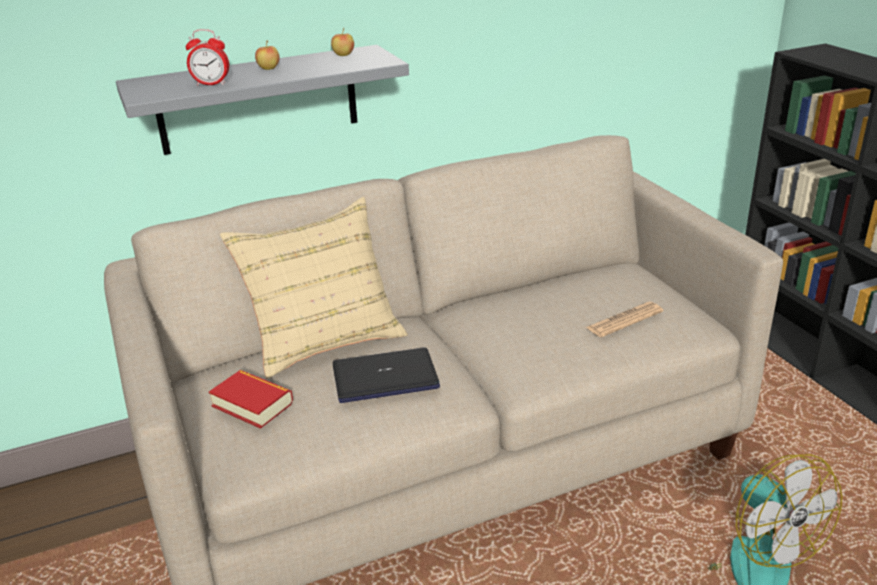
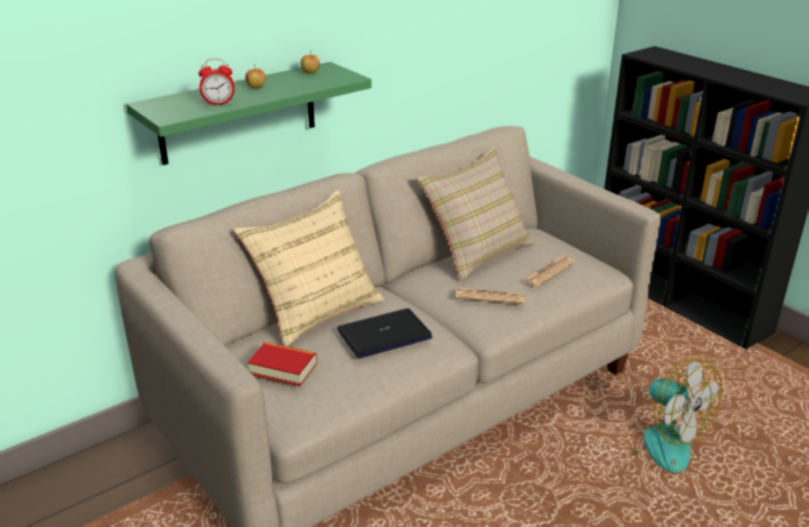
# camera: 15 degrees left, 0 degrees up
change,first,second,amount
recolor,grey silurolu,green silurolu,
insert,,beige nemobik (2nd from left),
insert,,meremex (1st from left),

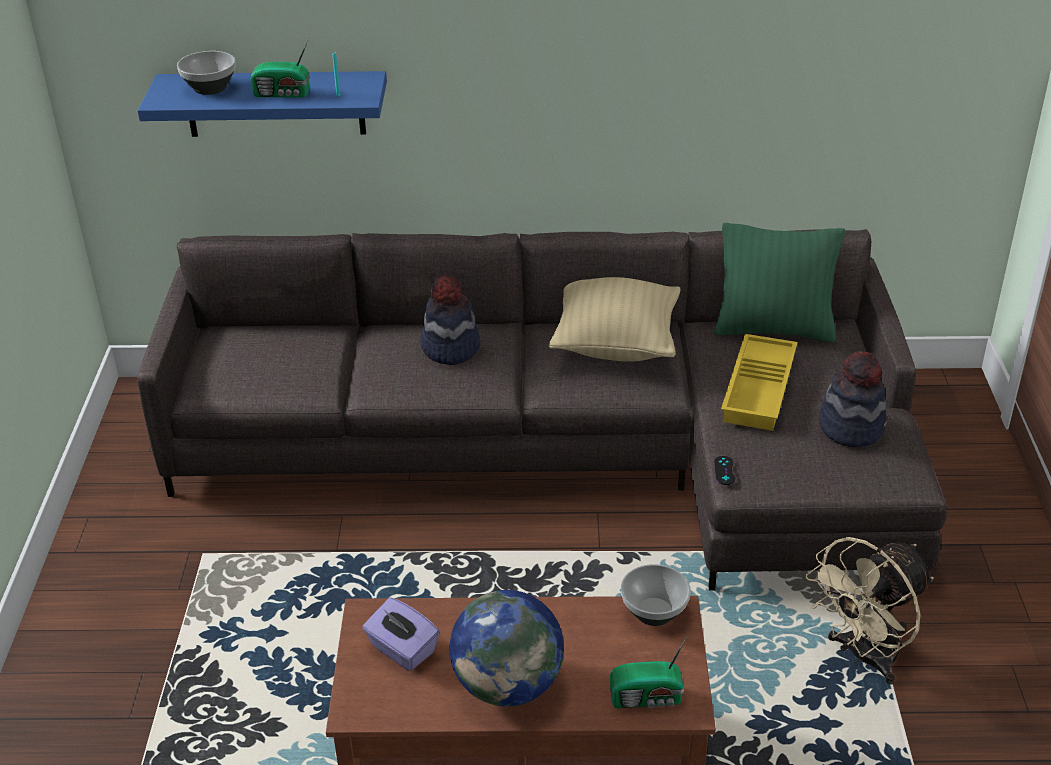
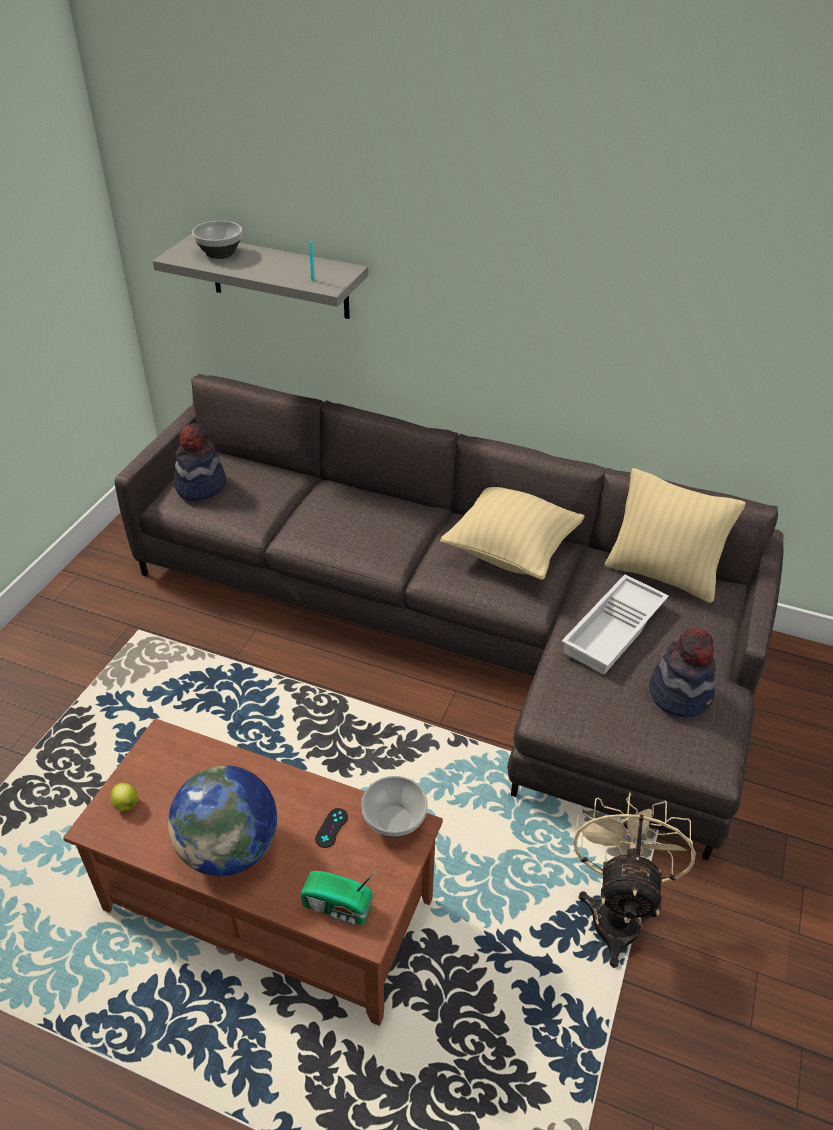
# camera: 20 degrees right, 5 degrees up
change,first,second,amount
insert,,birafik,
recolor,blue silurolu,grey silurolu,
move,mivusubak (1st from left),,
move,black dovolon,,
recolor,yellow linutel,white linutel,
rotate,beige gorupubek,,120 degrees clockwise
recolor,green nemobik,beige nemobik (2nd from left),
delete,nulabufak (1st from left),,
delete,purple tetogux,,

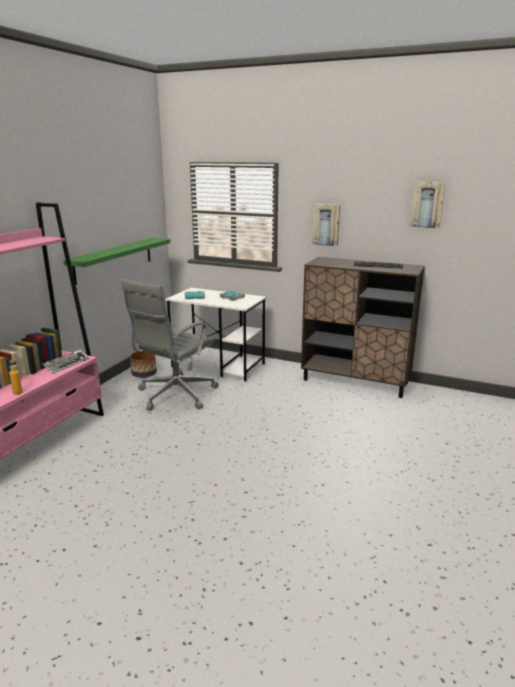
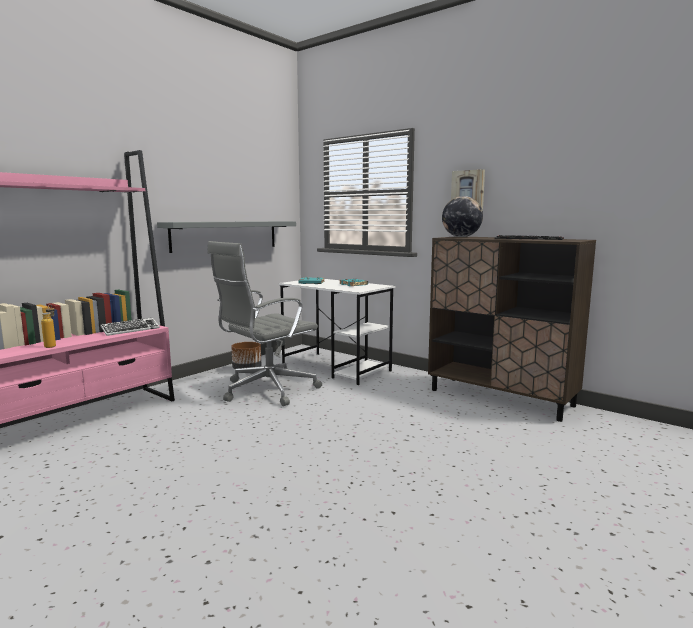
# camera: 15 degrees right, 10 degrees down
change,first,second,amount
recolor,green silurolu,grey silurolu,
insert,,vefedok,
delete,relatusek (2nd from left),,

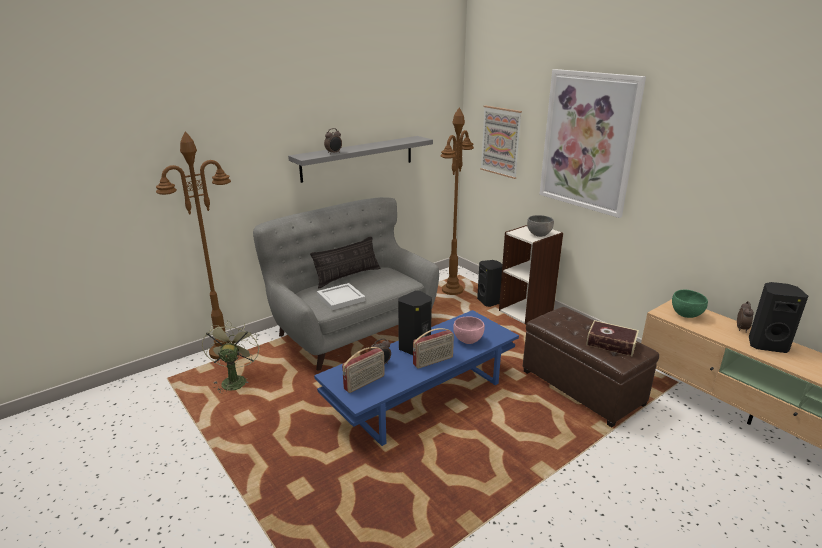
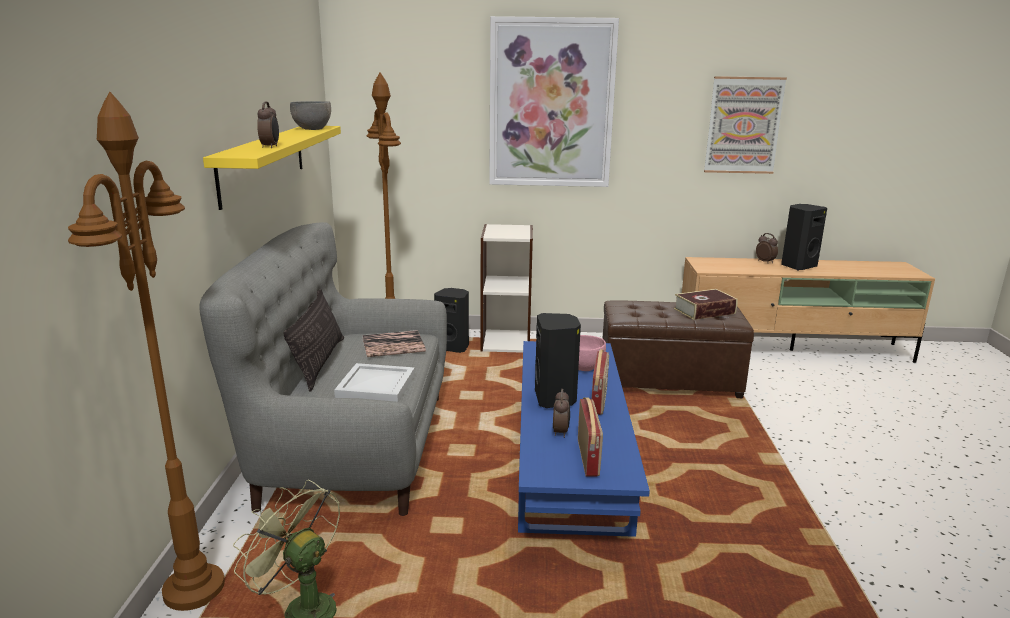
# camera: 50 degrees left, 5 degrees down
change,first,second,amount
recolor,grey silurolu,yellow silurolu,
move,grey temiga,,
insert,,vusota (1st from left),
move,relatusek (1st from left in the first image),relatusek (2nd from left),
delete,green temiga,,

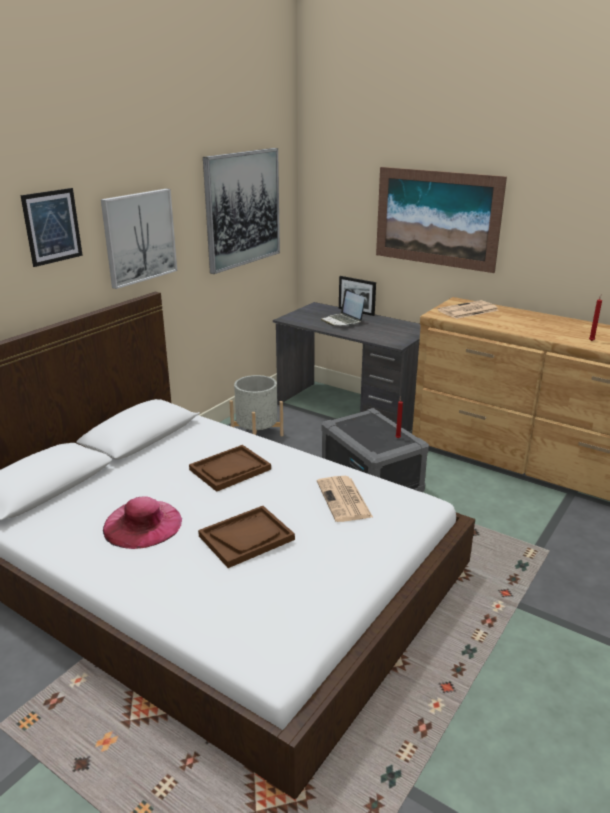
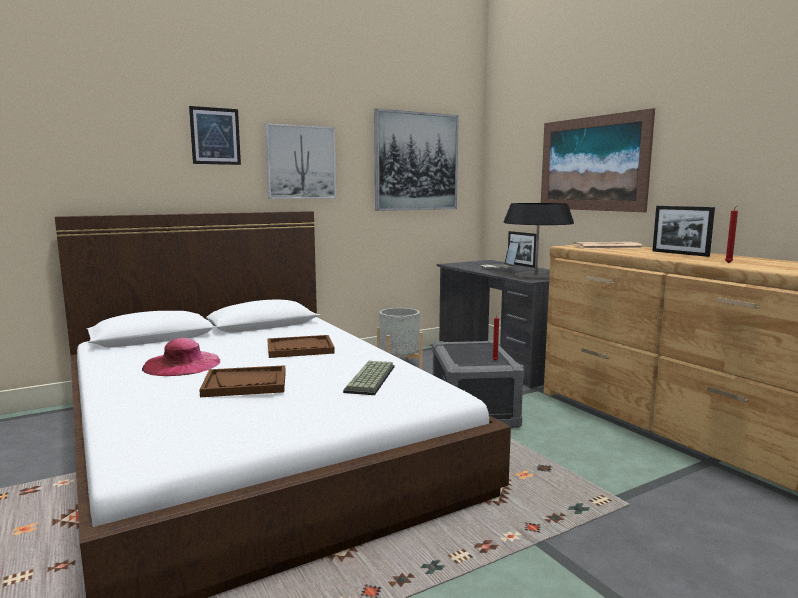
# camera: 25 degrees right, 15 degrees down
change,first,second,amount
replace,meremex (1st from left),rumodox,
insert,,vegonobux,
insert,,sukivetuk (2nd from left),

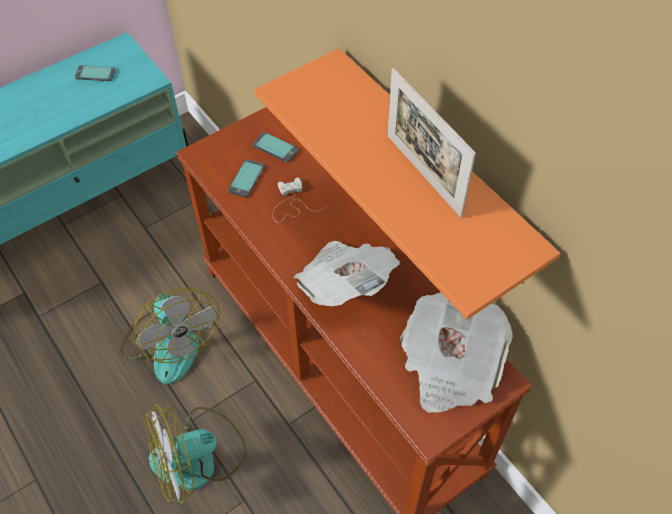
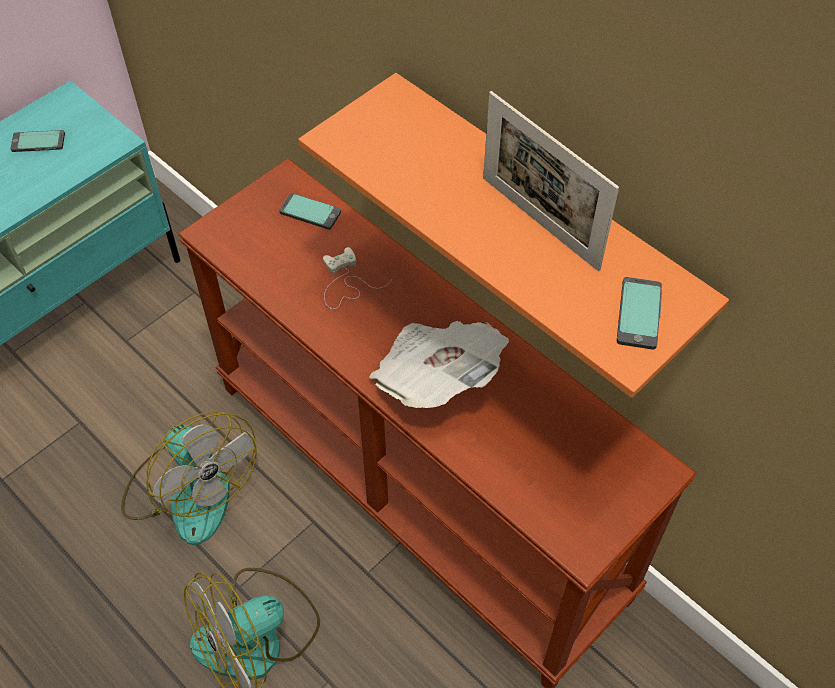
# camera: 10 degrees left, 0 degrees up
change,first,second,amount
move,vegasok (2nd from left in the first image),vegasok (3rd from left),
delete,meremex (2nd from left),,

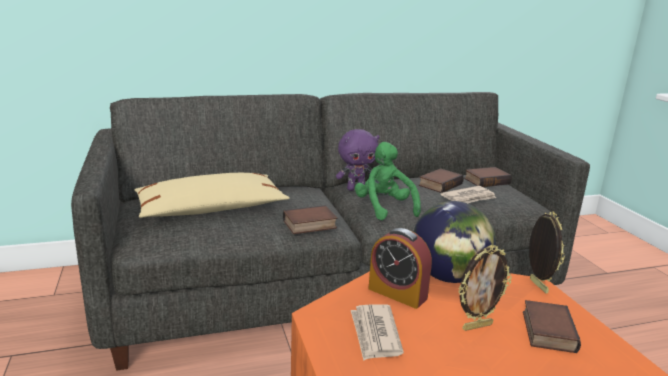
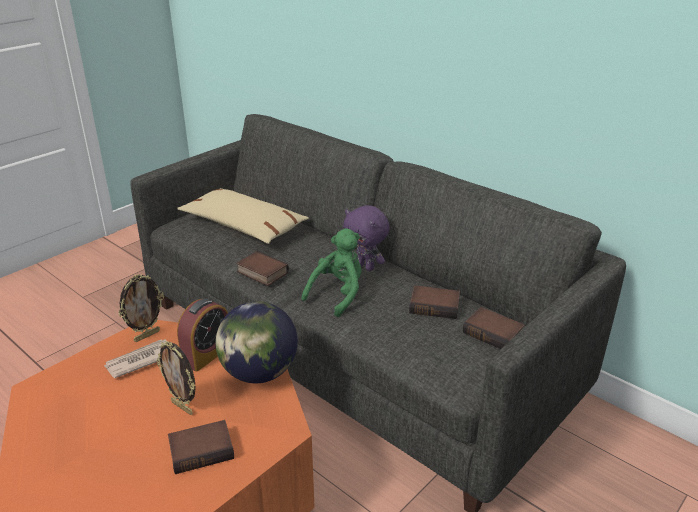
# camera: 60 degrees right, 10 degrees up
change,first,second,amount
move,sukivetuk (2nd from left in the first image),sukivetuk (1st from left),
rotate,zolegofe,,150 degrees counterclockwise
delete,meremex (2nd from left),,

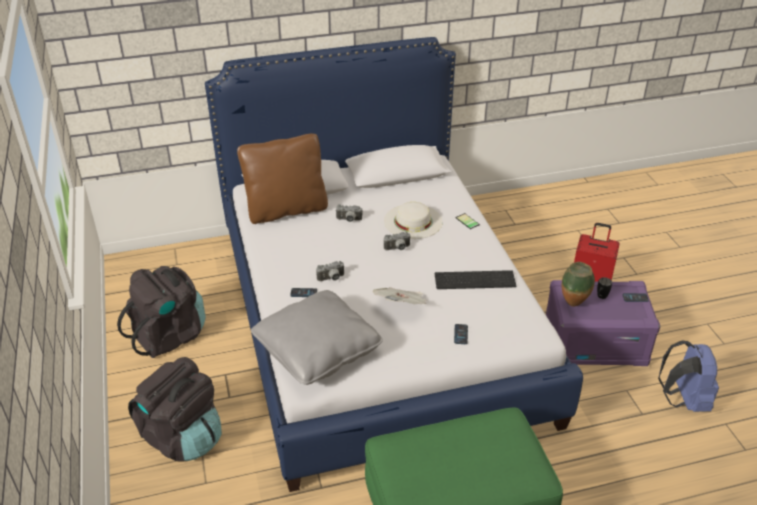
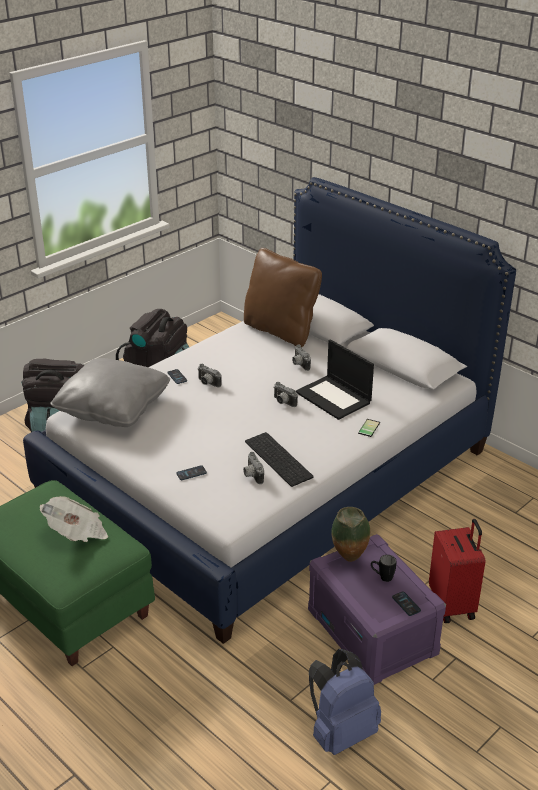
# camera: 60 degrees right, 5 degrees down
change,first,second,amount
move,meremex,,
insert,,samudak (2nd from left),
replace,white mivusubak,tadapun,

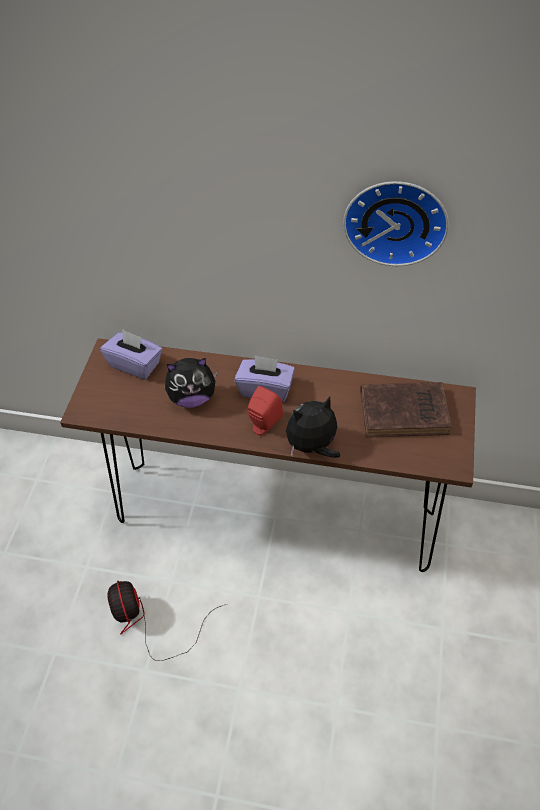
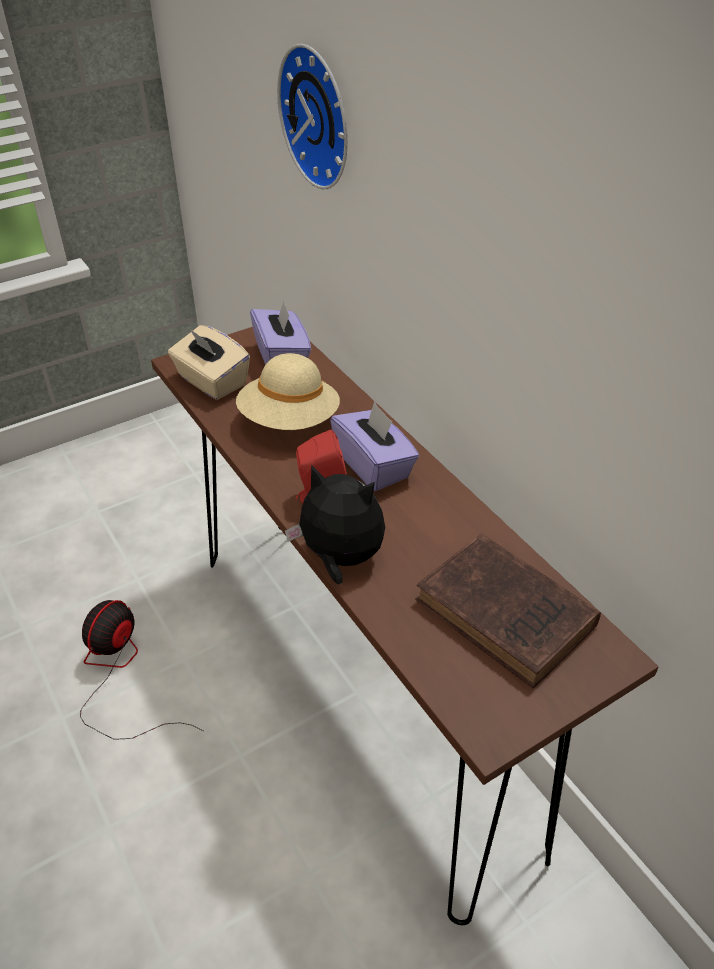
# camera: 45 degrees right, 10 degrees down
change,first,second,amount
insert,,beige tetogux,
replace,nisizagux (1st from left),beige mivusubak,
move,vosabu,,

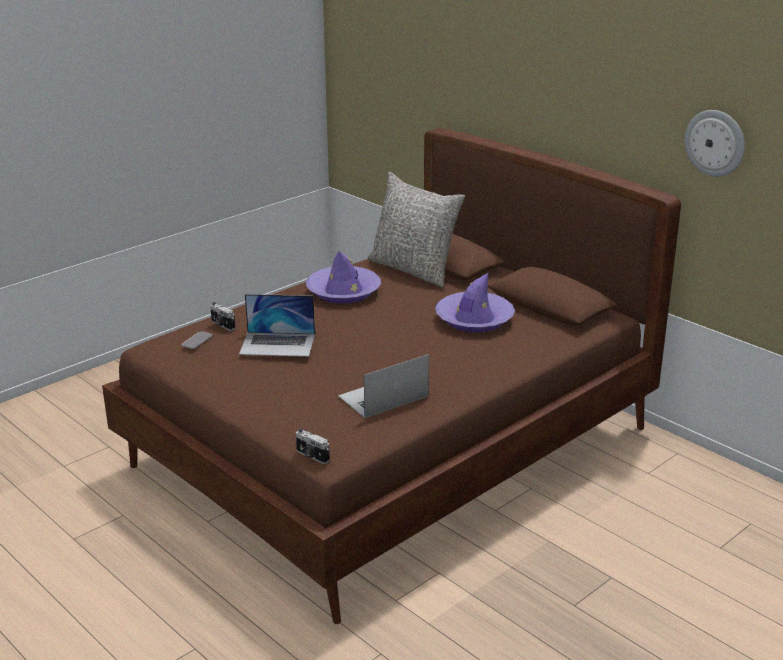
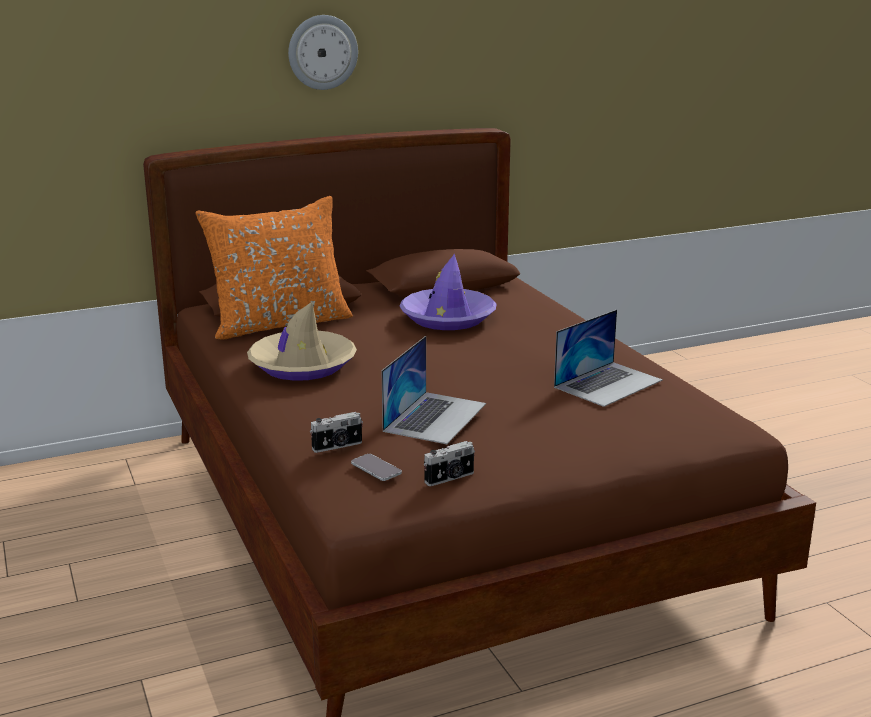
# camera: 70 degrees left, 5 degrees down
change,first,second,amount
recolor,grey nemobik,orange nemobik,
recolor,purple mivusubak (1st from left),beige mivusubak,
move,vosabu,,
move,samudak (2nd from left),,
rotate,tadapun (2nd from left),,120 degrees counterclockwise

